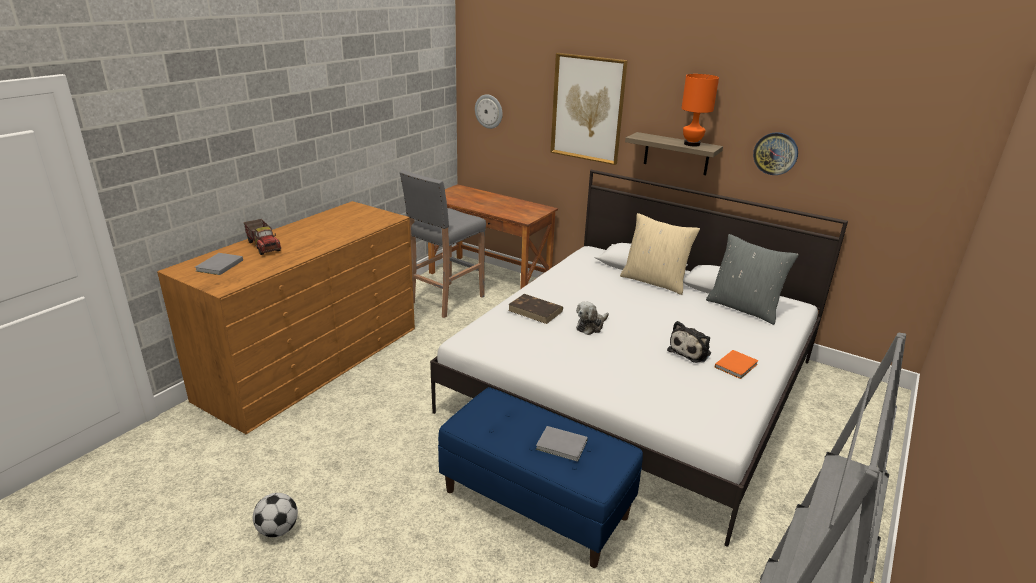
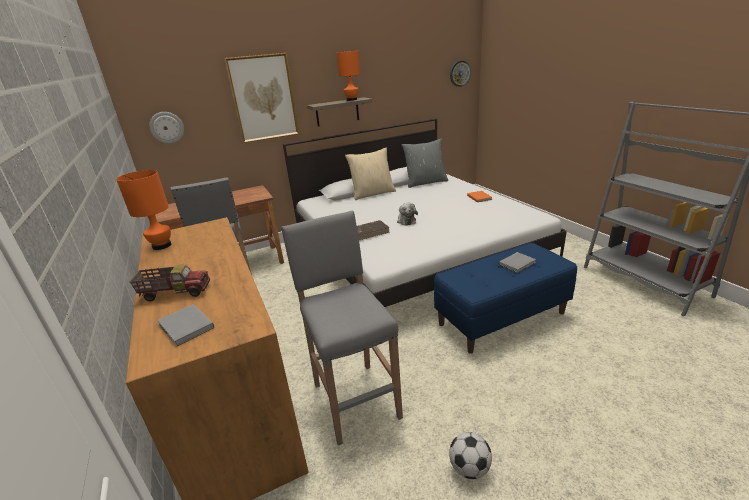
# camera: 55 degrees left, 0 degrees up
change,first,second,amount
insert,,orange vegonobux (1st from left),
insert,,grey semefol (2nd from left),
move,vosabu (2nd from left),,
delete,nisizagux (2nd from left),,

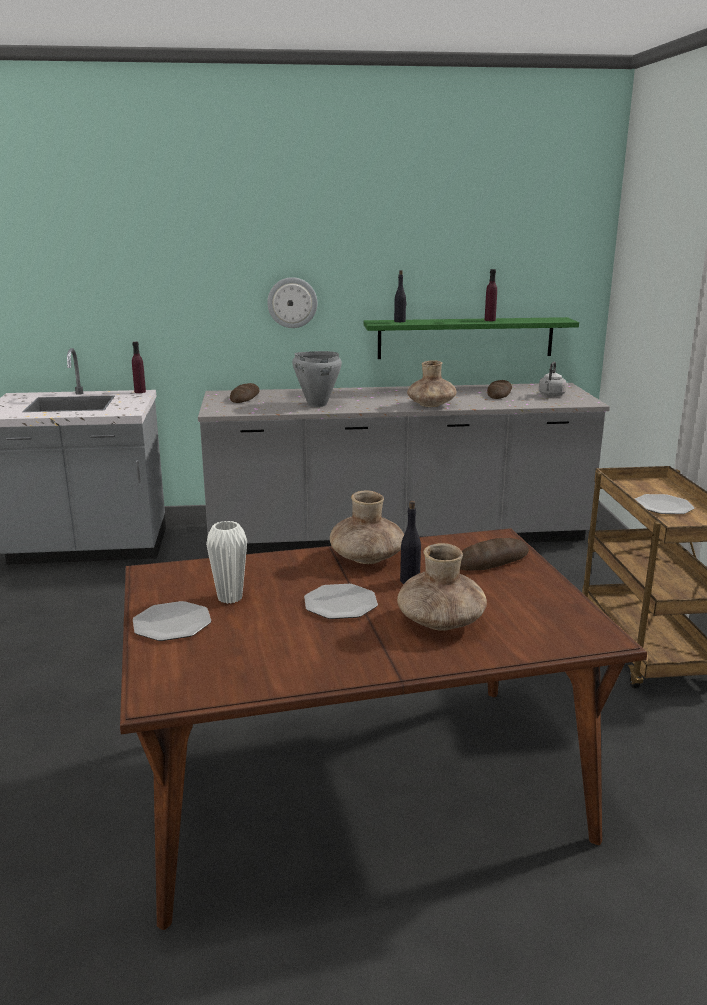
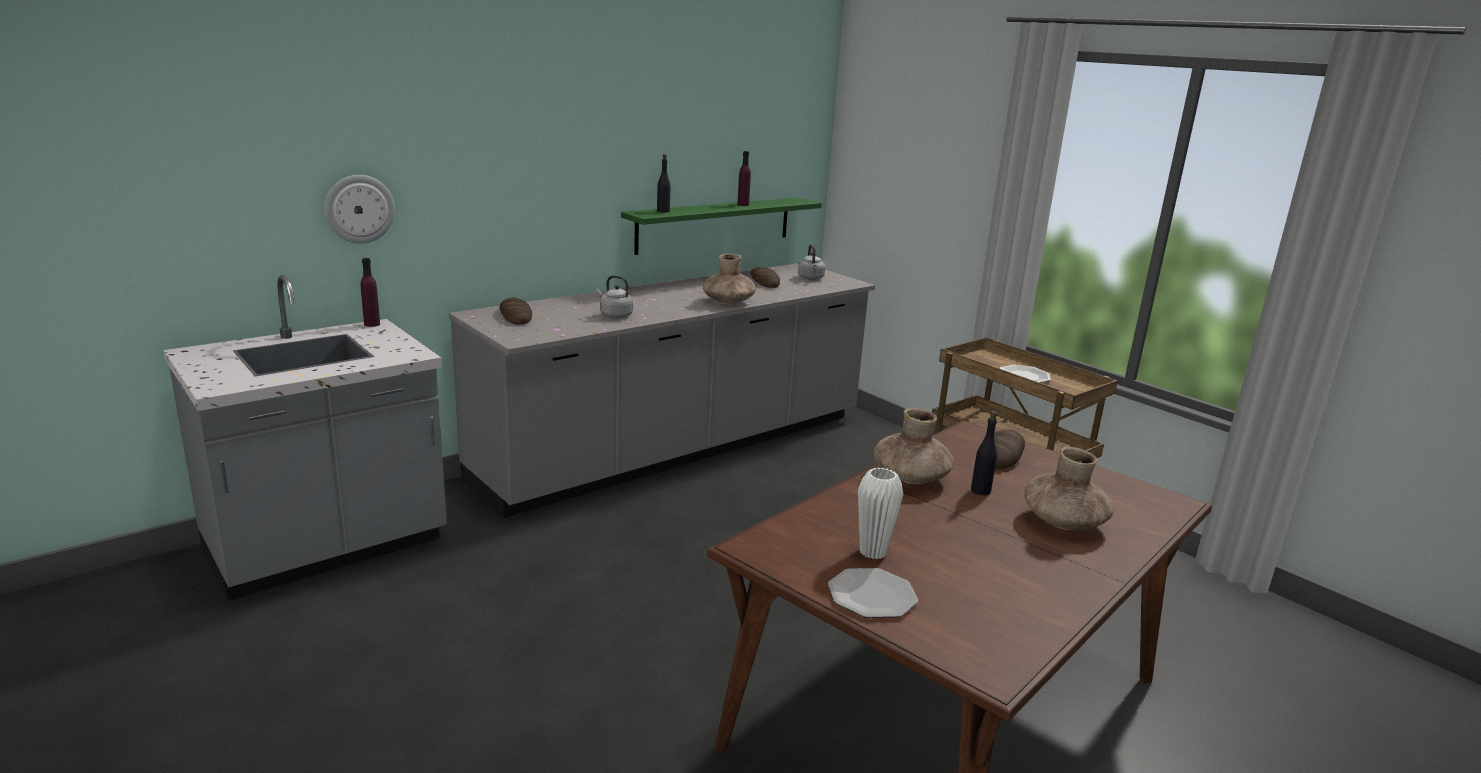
# camera: 35 degrees left, 0 degrees up
change,first,second,amount
move,vosabu,,
replace,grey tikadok,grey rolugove (1st from left),
delete,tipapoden (2nd from left),,

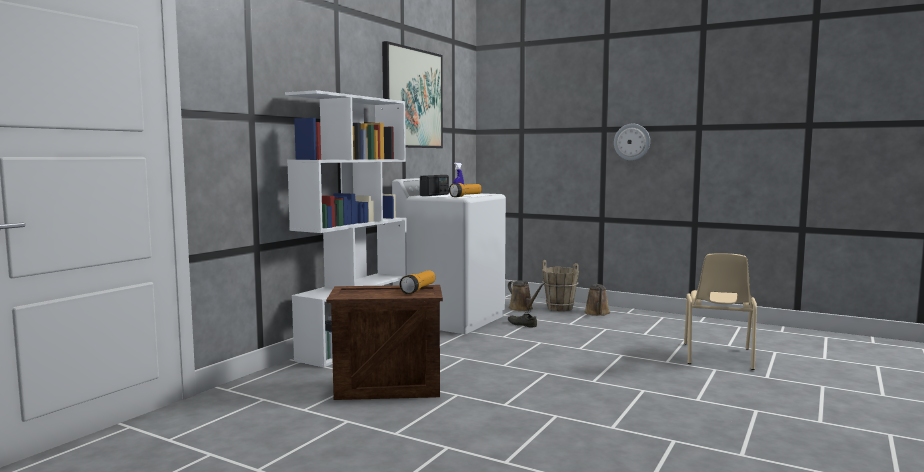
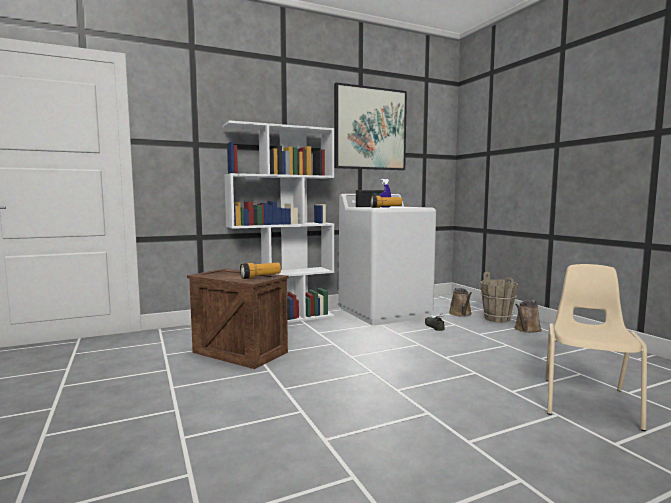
# camera: 35 degrees right, 0 degrees up
change,first,second,amount
rotate,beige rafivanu,,150 degrees clockwise
delete,vosabu,,

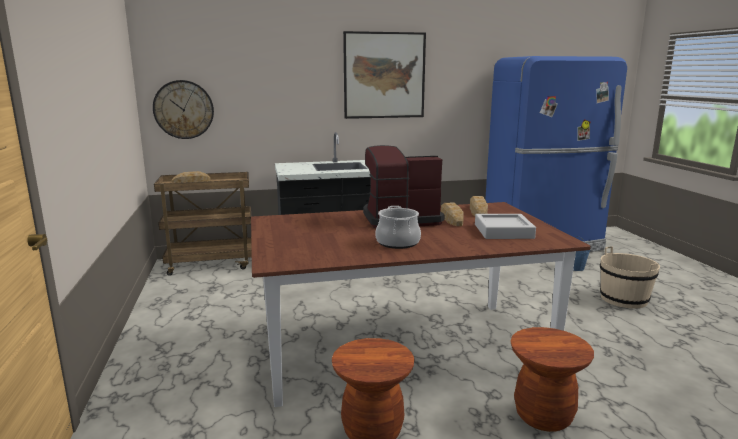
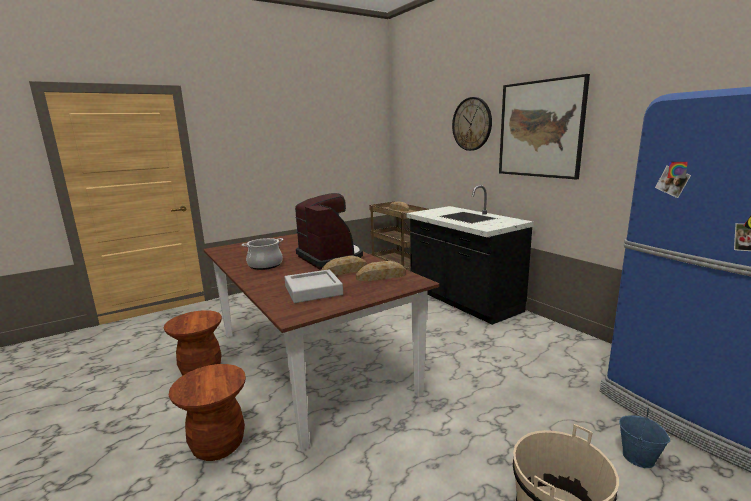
# camera: 70 degrees right, 0 degrees up
change,first,second,amount
move,vosabu,,

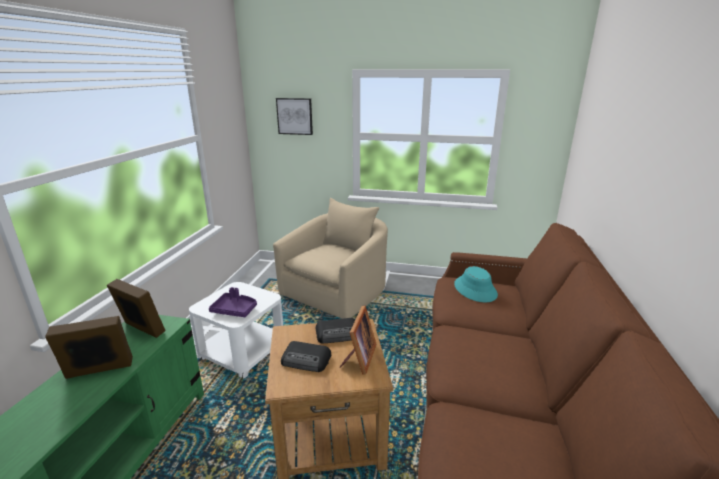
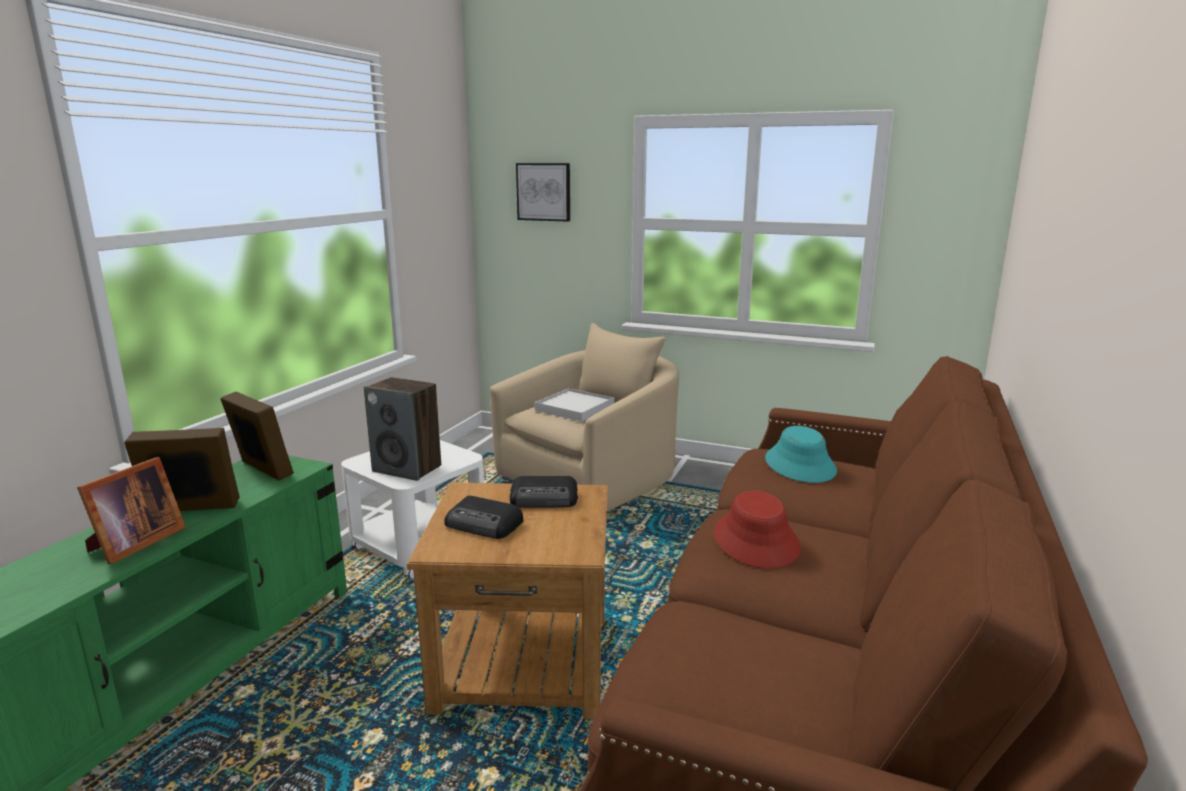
# camera: 10 degrees right, 5 degrees down
change,first,second,amount
move,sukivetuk (3rd from left in the first image),sukivetuk (1st from left),
replace,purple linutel,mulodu,
insert,,white linutel,
insert,,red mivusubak,

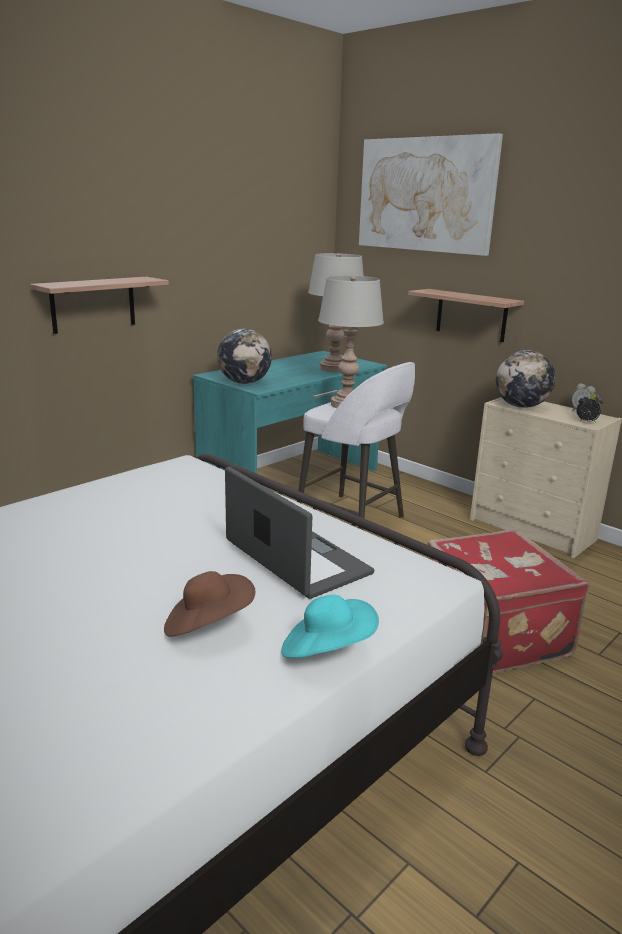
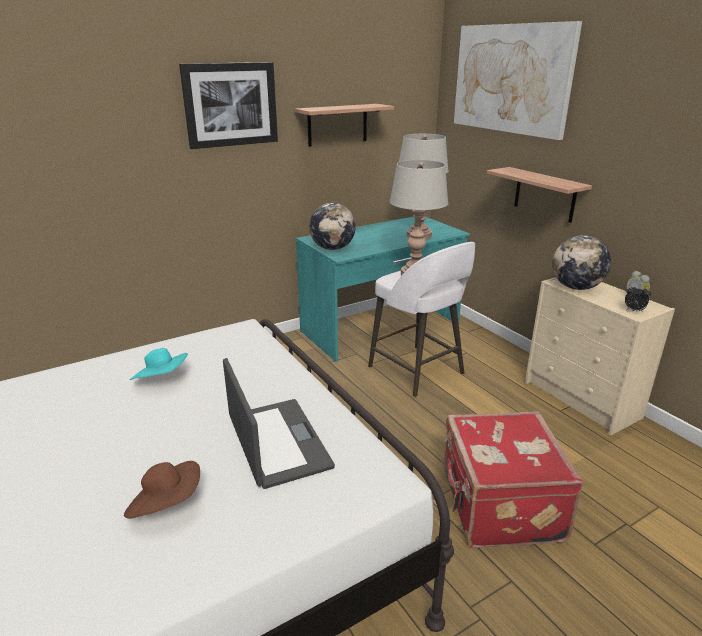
# camera: 15 degrees right, 5 degrees up
change,first,second,amount
move,turquoise mivusubak,,
insert,,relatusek (1st from left),
move,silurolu (1st from left),,

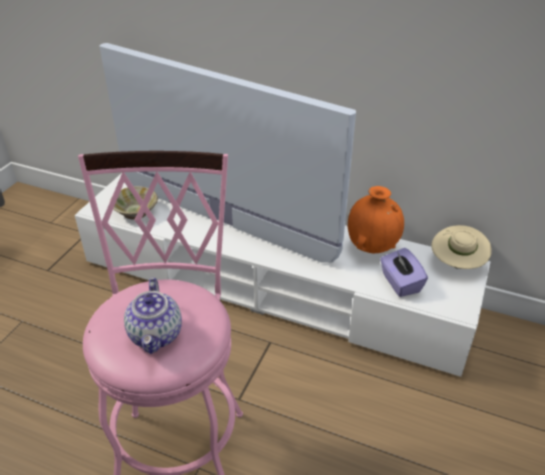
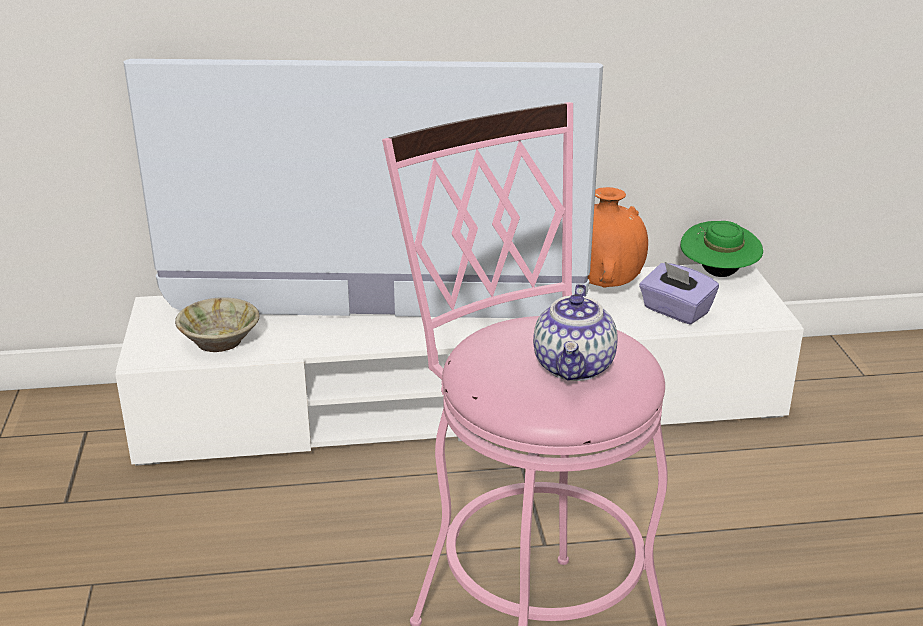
# camera: 30 degrees left, 10 degrees down
change,first,second,amount
rotate,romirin,,45 degrees clockwise
recolor,beige mivusubak,green mivusubak,

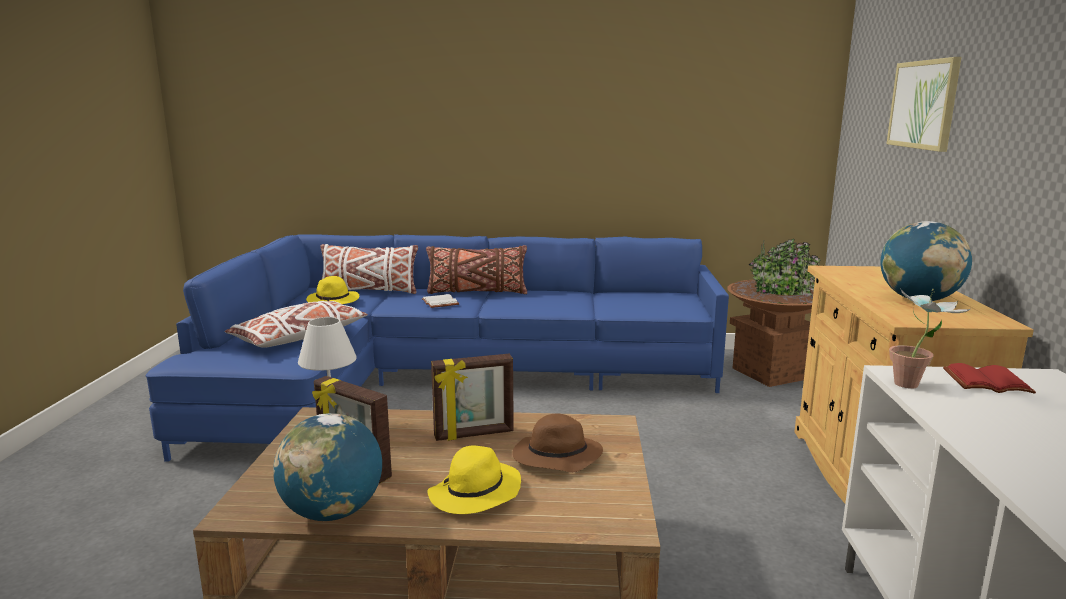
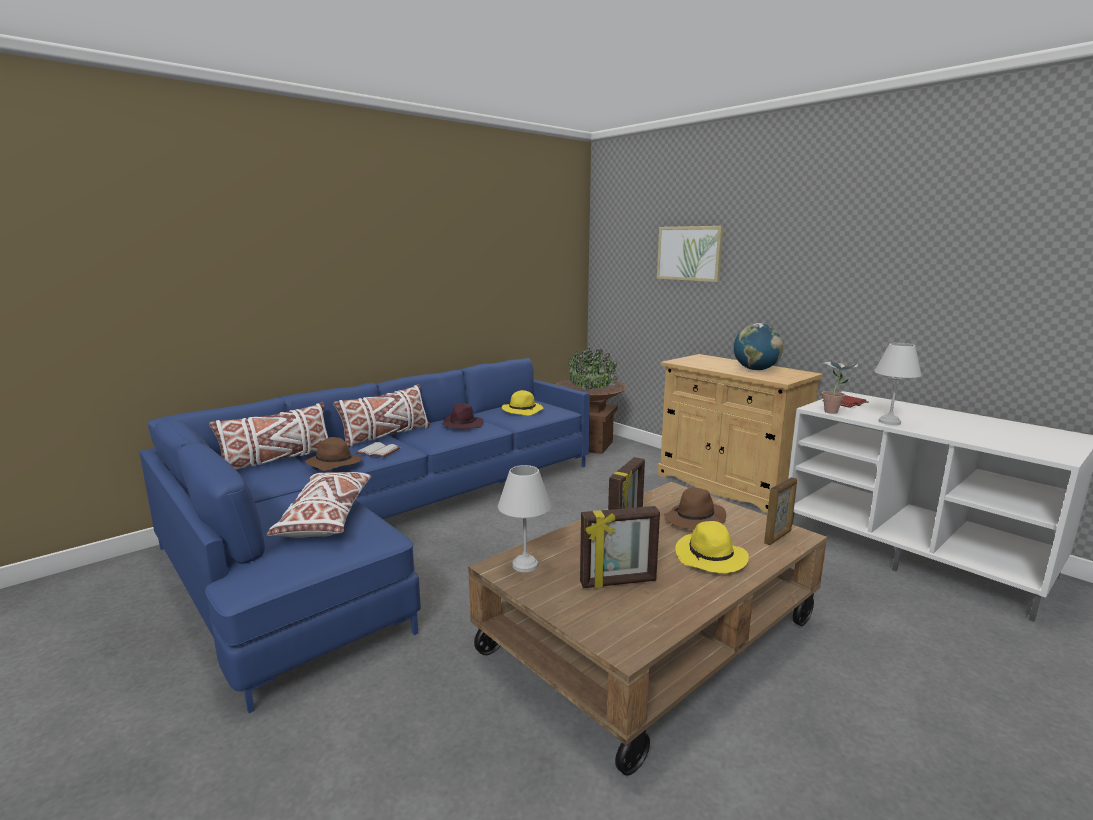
# camera: 45 degrees left, 0 degrees up
change,first,second,amount
insert,,brown mivusubak (1st from left),
recolor,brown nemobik,white nemobik (3rd from left),
insert,,purple mivusubak,
move,yellow mivusubak (1st from left),,
insert,,sukivetuk (3rd from left),
insert,,white vegonobux (2nd from left),
delete,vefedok (1st from left),,

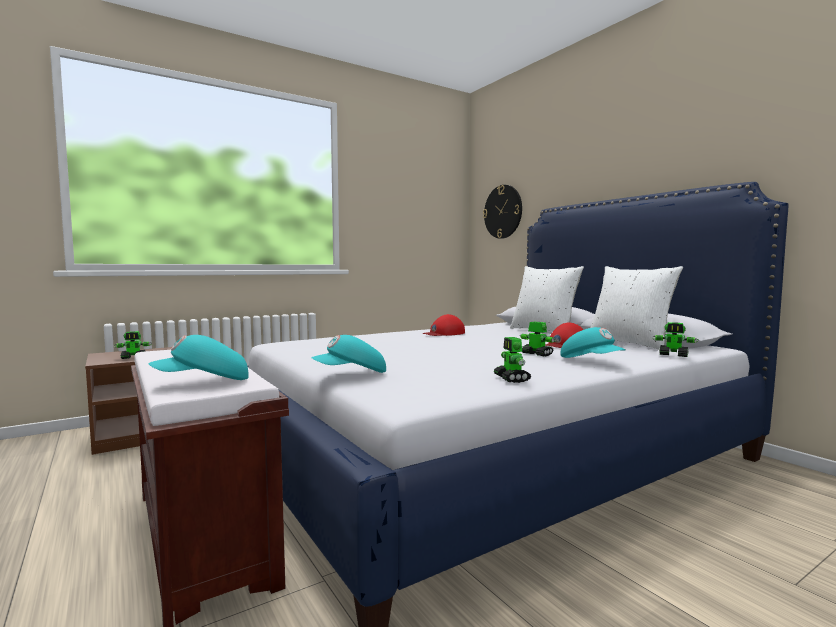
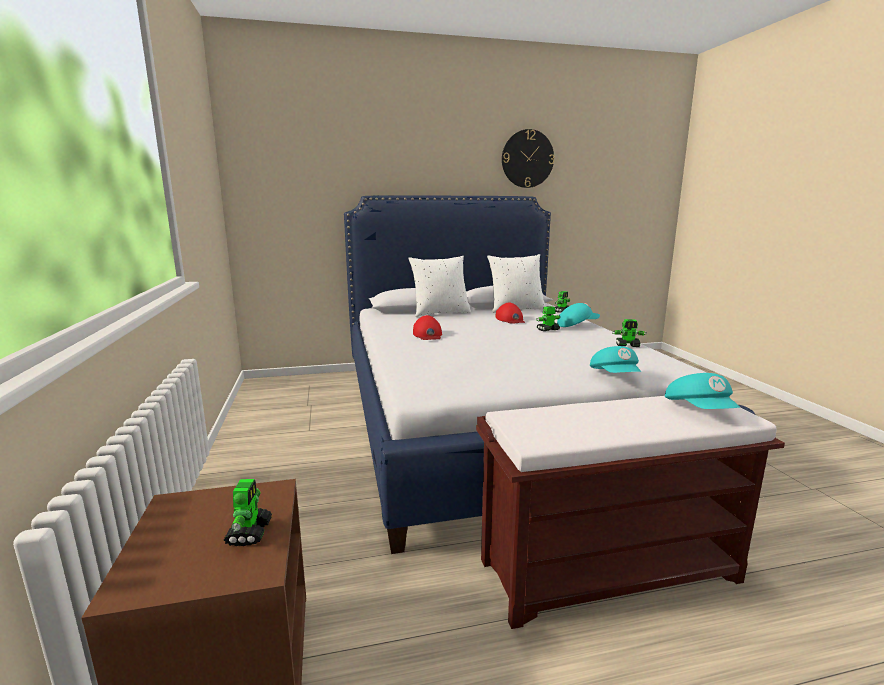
# camera: 70 degrees left, 10 degrees up
change,first,second,amount
move,vosabu,,

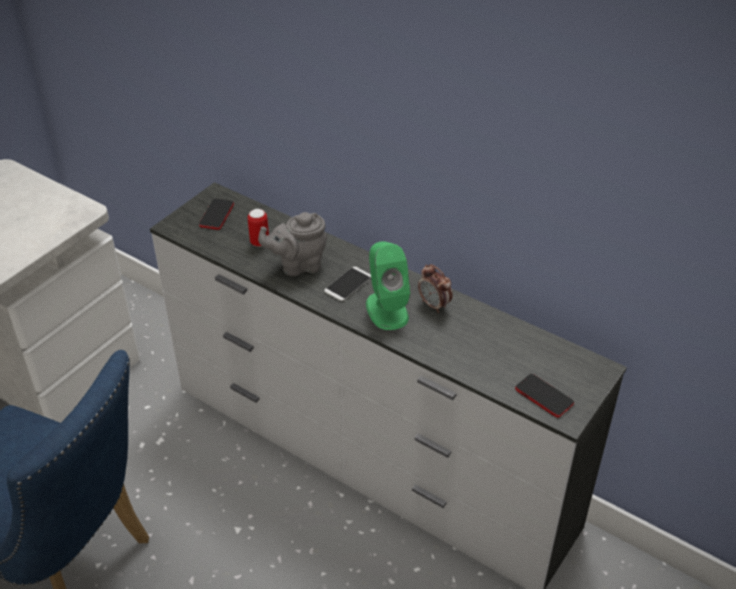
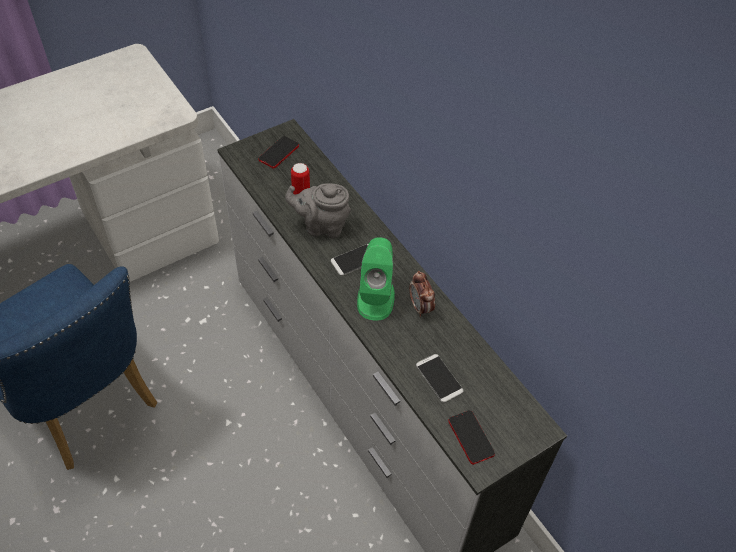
# camera: 20 degrees right, 10 degrees up
change,first,second,amount
insert,,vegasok (3rd from left),

